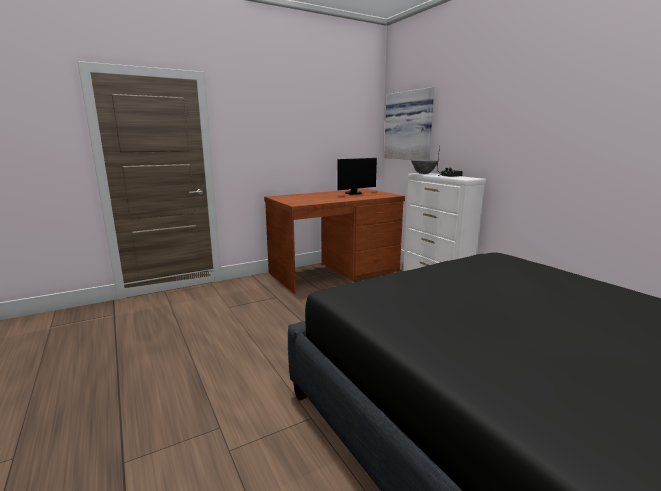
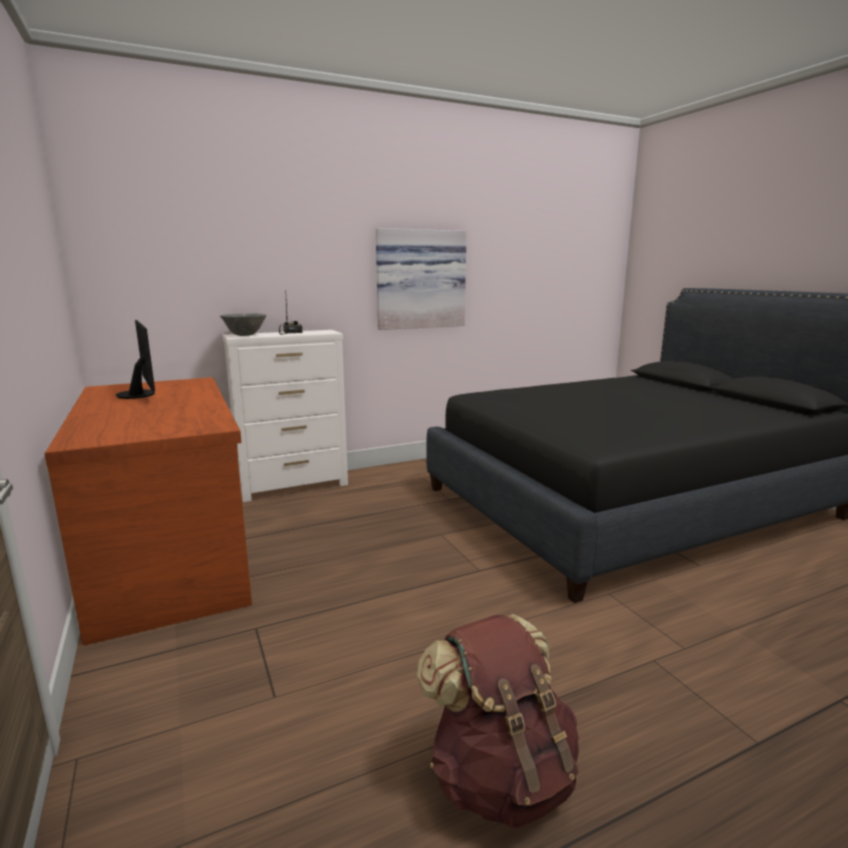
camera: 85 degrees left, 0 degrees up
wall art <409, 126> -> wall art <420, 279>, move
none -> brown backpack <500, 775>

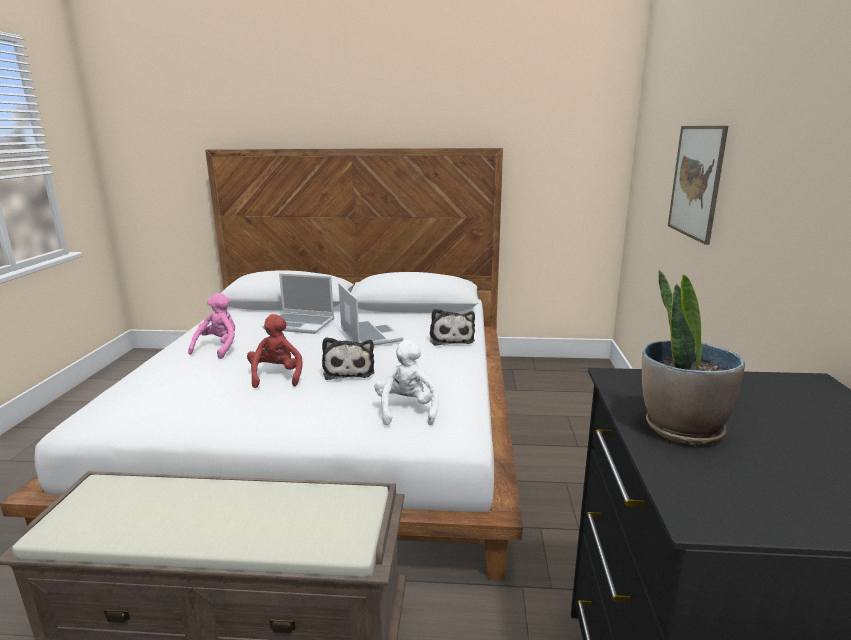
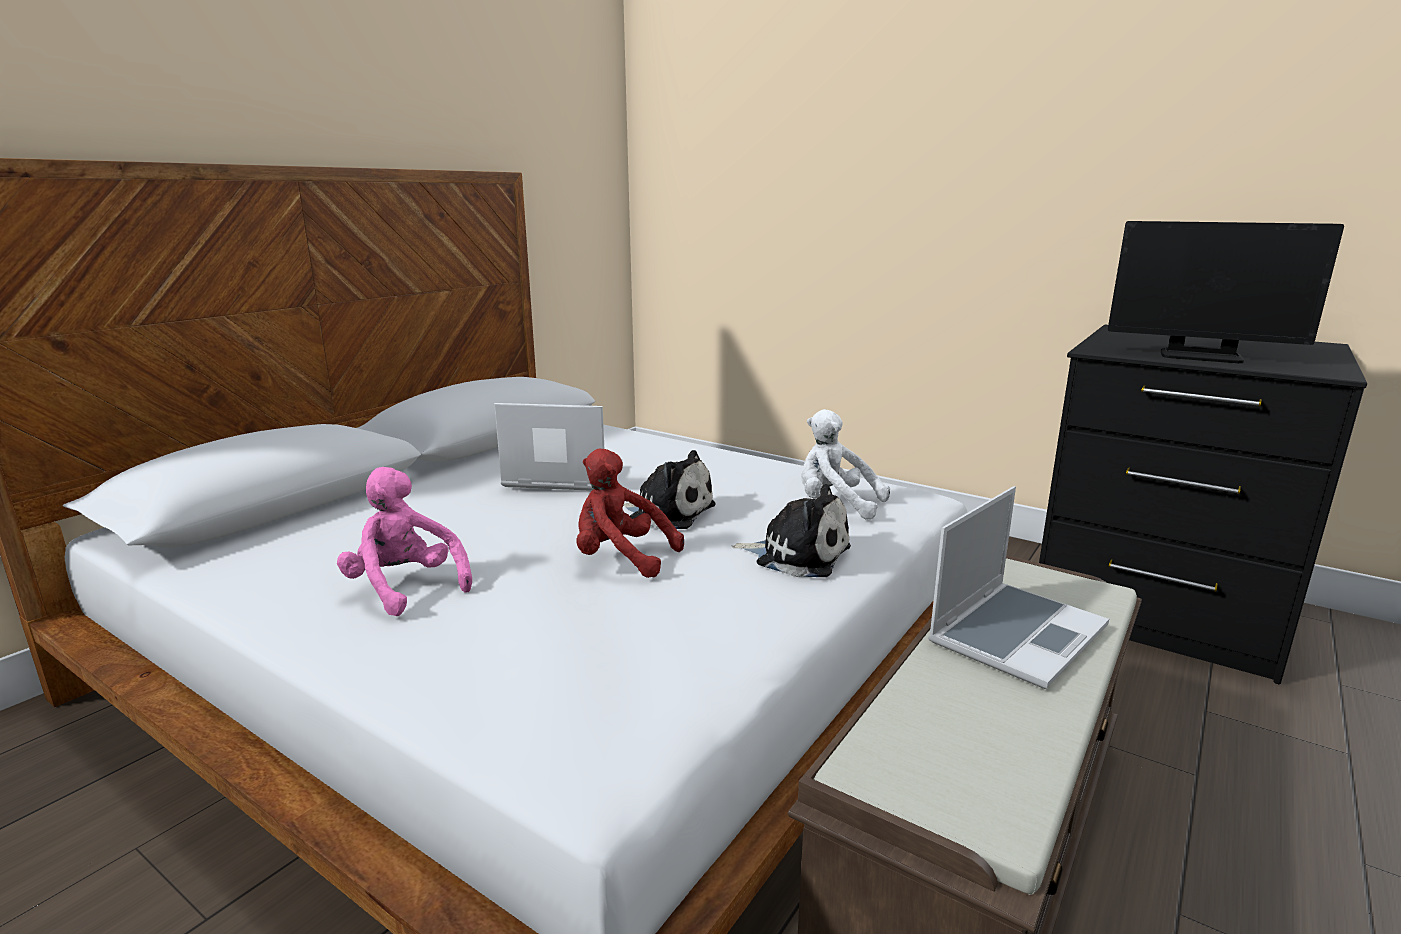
camera: 60 degrees left, 0 degrees up
portable computer <300, 324> -> portable computer <1016, 634>, move
soft toy <451, 338> -> soft toy <797, 555>, move
houseplant <680, 428> -> monitor <1200, 356>
wall art <696, 181> -> none

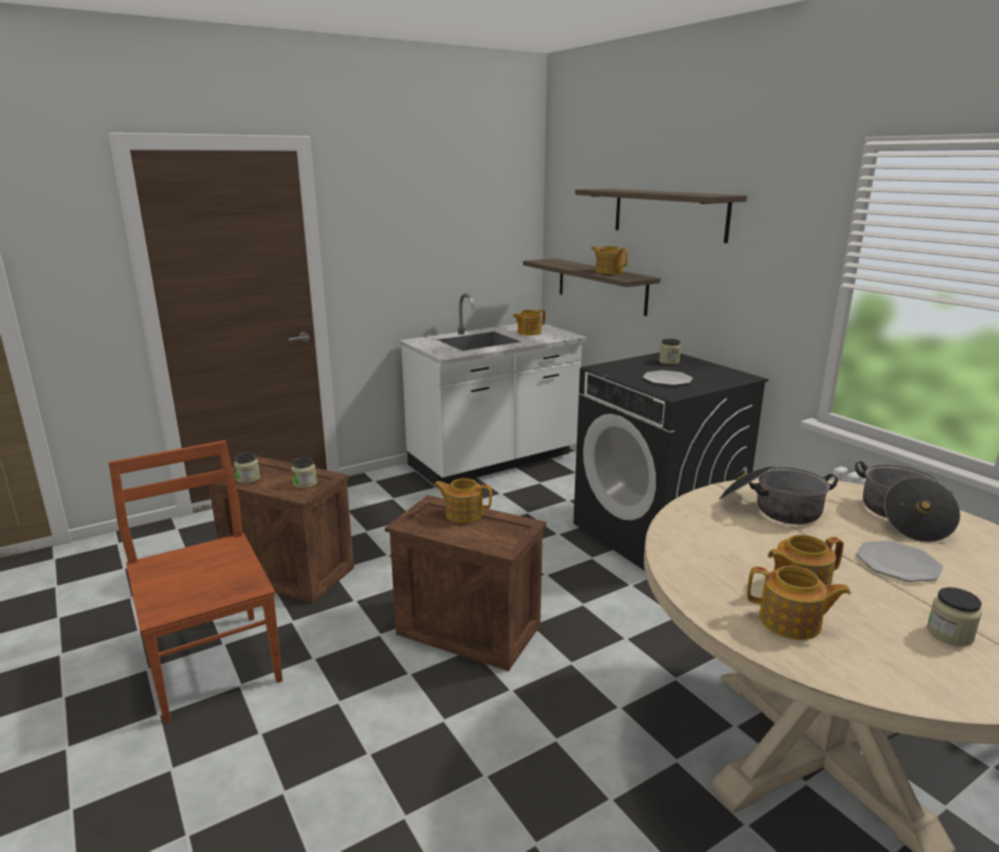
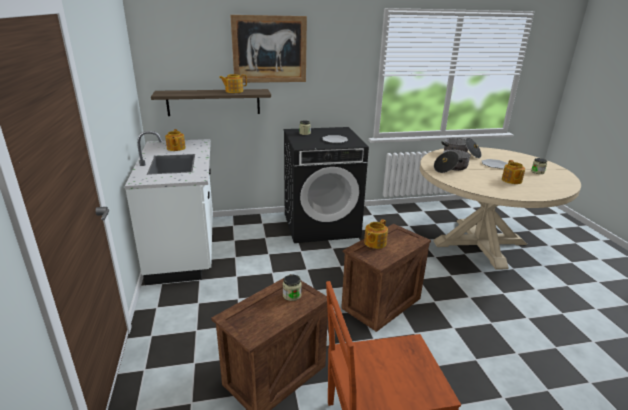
camera: 70 degrees left, 5 degrees up
storage jar <248, 478> -> none
bracket shelf <669, 214> -> wall art <269, 49>
tea pot <791, 622> -> none

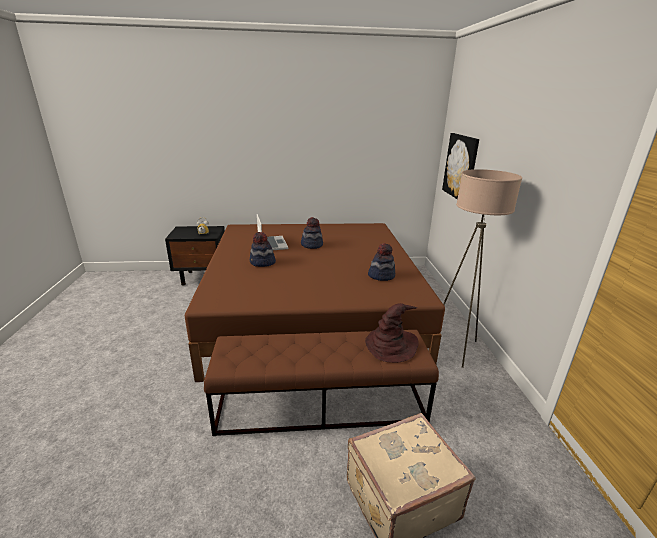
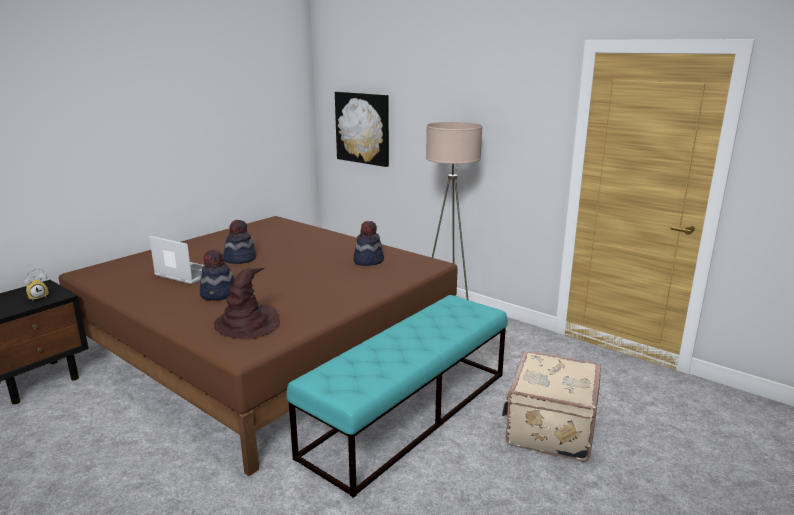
camera: 45 degrees left, 5 degrees down
brown indoor bench <321, 404> -> blue-green indoor bench <409, 412>
brown hat <391, 345> -> brown hat <248, 324>, move

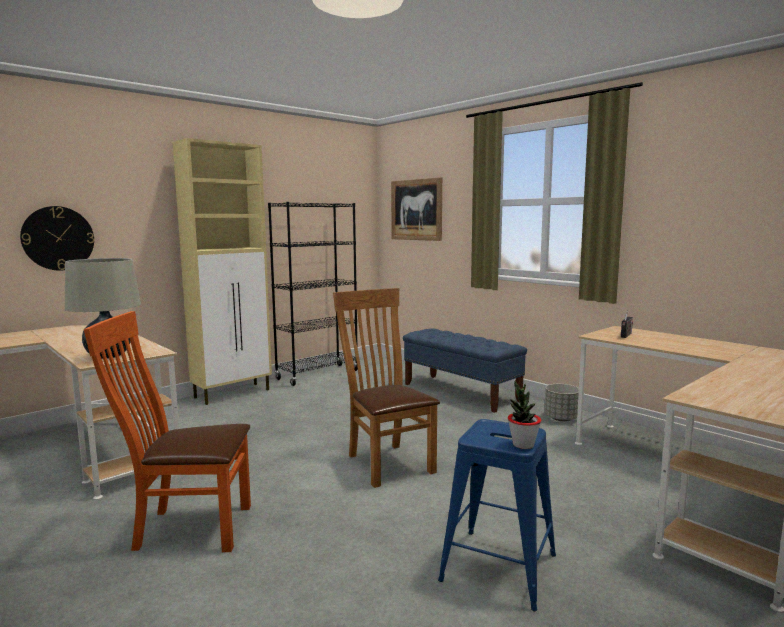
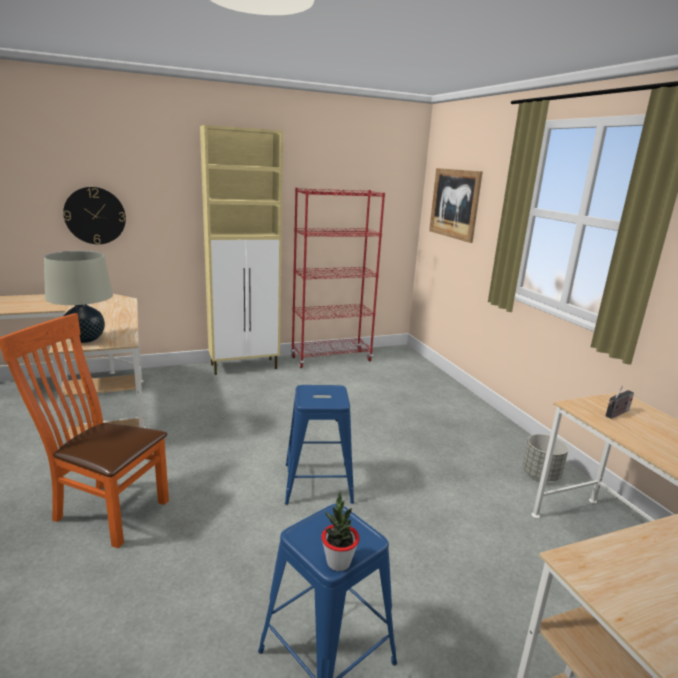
camera: 20 degrees right, 10 degrees up
black-coloured bookcase <317, 375> -> reddish bookcase <331, 359>
brown upright chair <386, 462> -> bluish stool <317, 483>
bluish indoor bench <461, 392> -> none

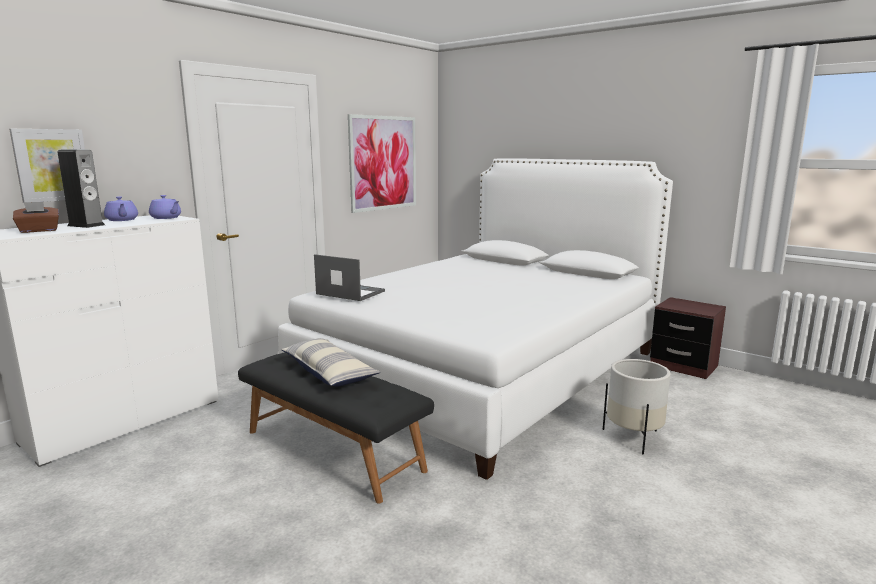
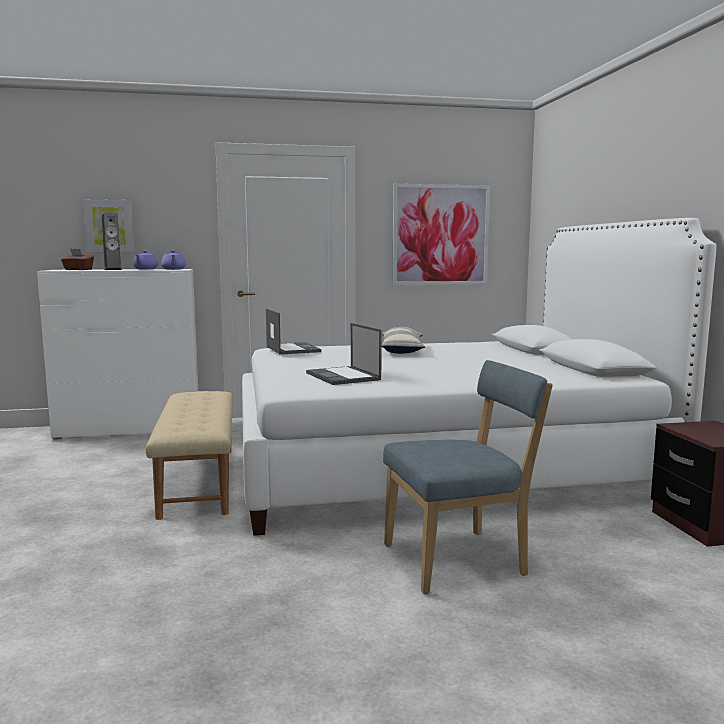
camera: 40 degrees right, 5 degrees down
black-coloured indoor bench <334, 450> -> sand-coloured indoor bench <199, 480>
cushion <329, 373> -> cushion <402, 350>, move
whitish plant pot <633, 437> -> bluish upright chair <460, 559>
none -> portable computer <343, 376>

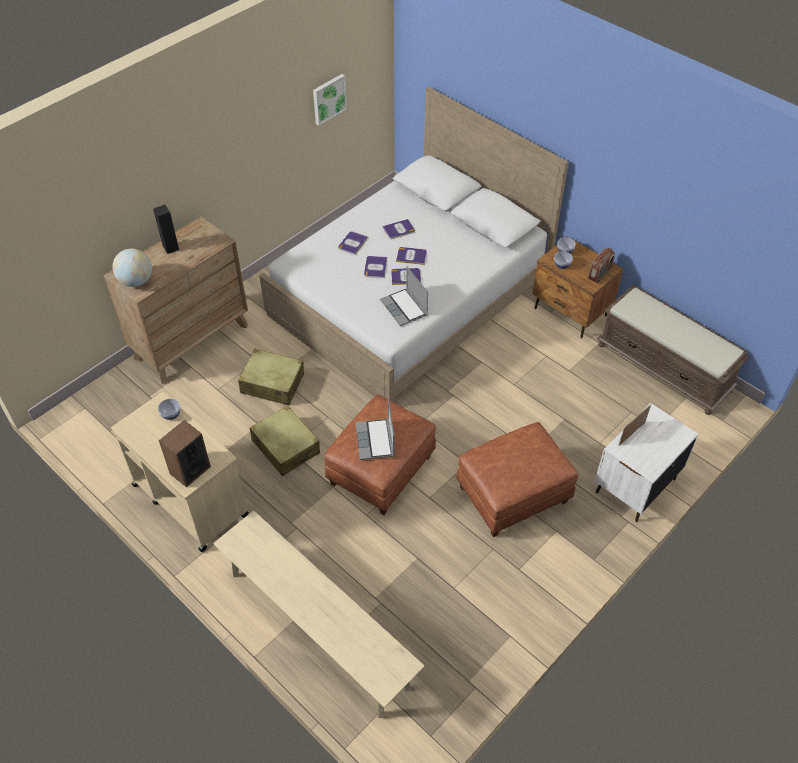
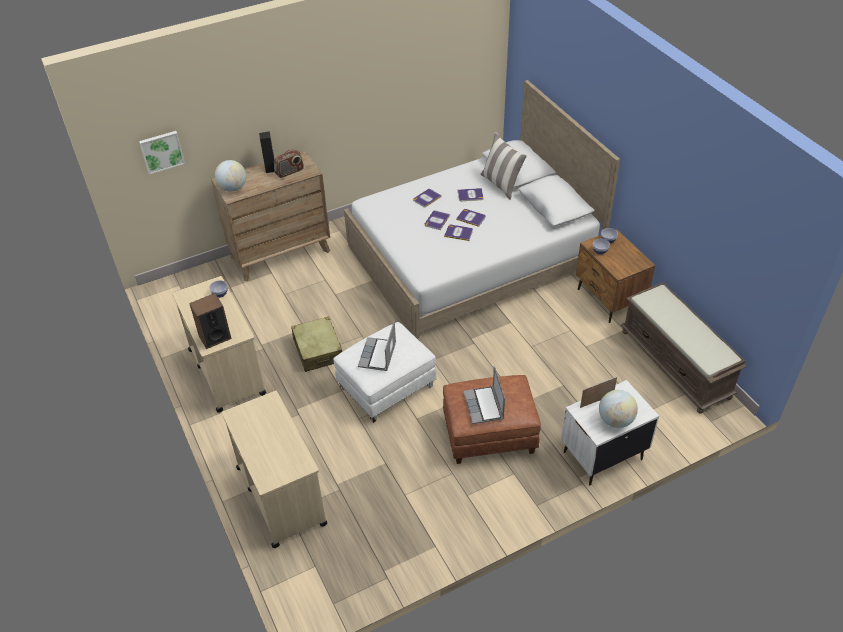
camera: 20 degrees right, 5 degrees down
sand-coloured indoor bench <318, 629> -> sand-coloured cart <281, 495>
sand-coloured travel case <272, 384> -> none
wall art <328, 98> -> wall art <161, 151>, move
brown ottoman <381, 471> -> whitish ottoman <386, 388>
portable computer <404, 308> -> portable computer <484, 406>, move
radio receiver <600, 273> -> radio receiver <289, 172>, move
none -> cushion <501, 184>
none -> desk globe <615, 420>

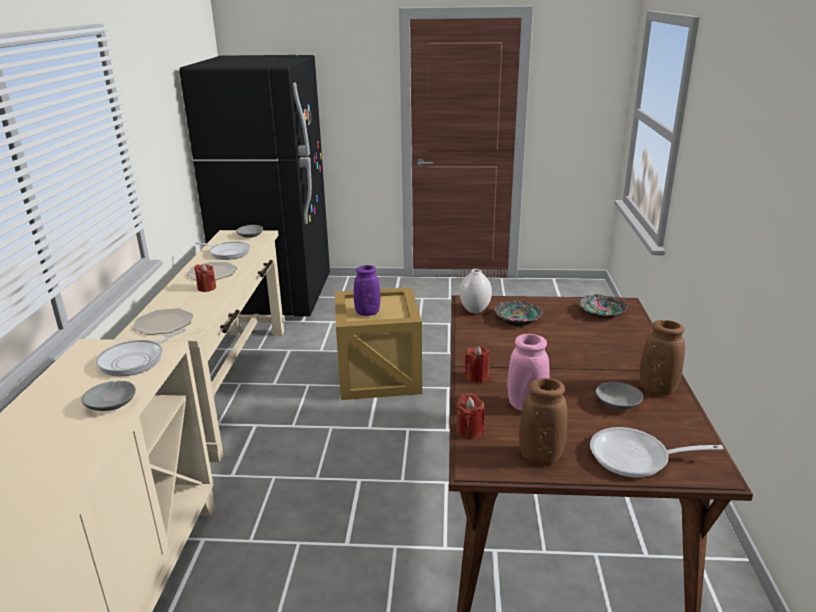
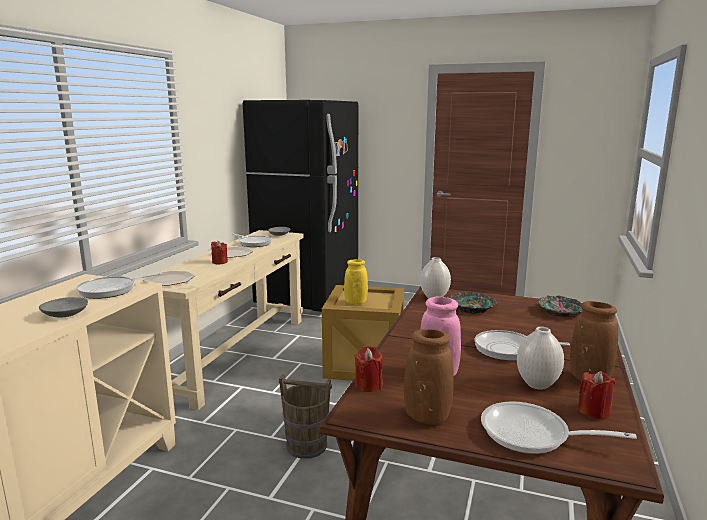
camera: 15 degrees right, 10 degrees down
purple-coloured vase <367, 313> -> yellow vase <356, 302>
reddish candle <477, 377> -> reddish candle <594, 411>, move
grey bowl <617, 403> -> whitish vase <537, 384>
none -> brown bucket <306, 446>
none -> pan <509, 349>

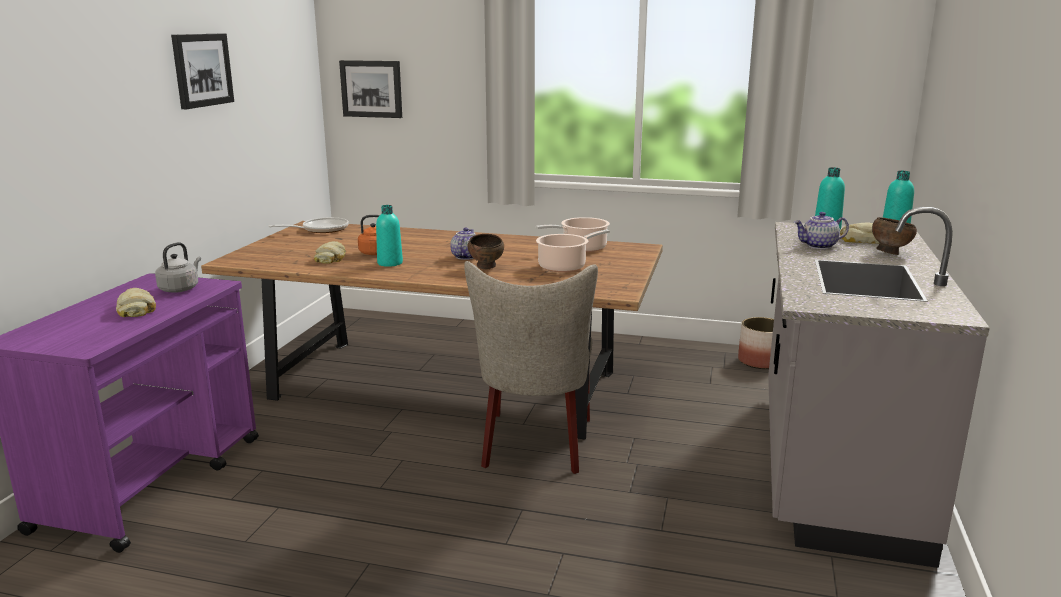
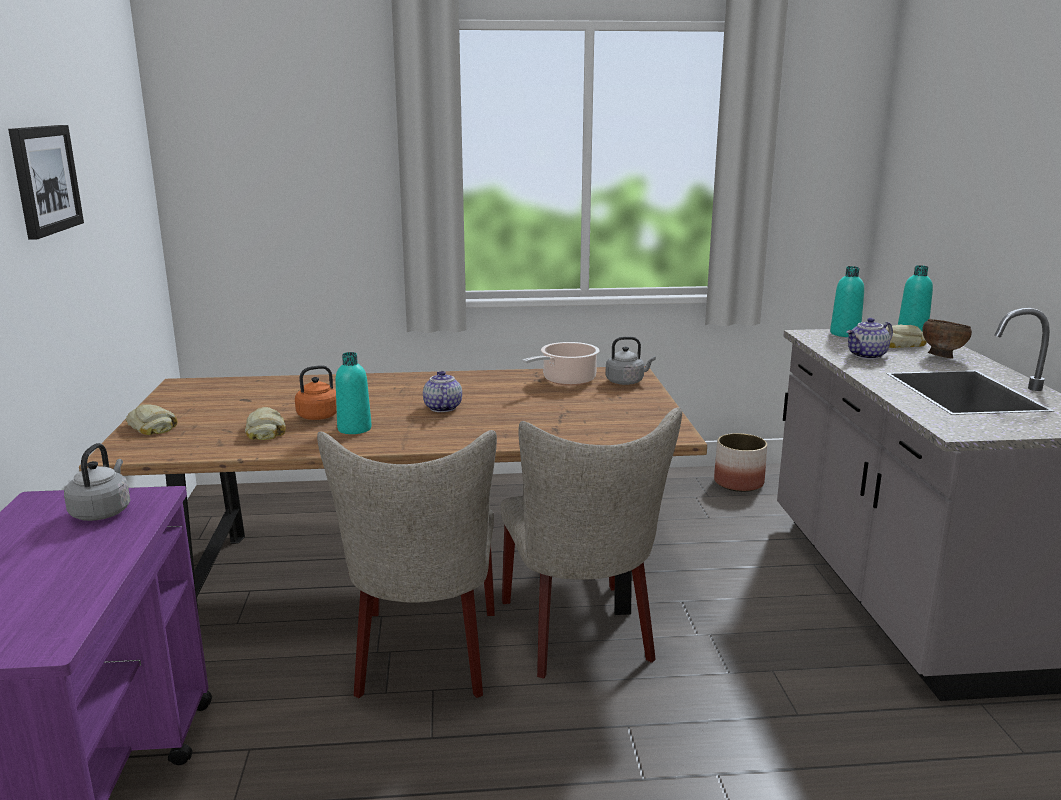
camera: 20 degrees left, 0 degrees up
baked bread <137, 309> -> baked bread <152, 426>, move
pan <321, 229> -> none
wall art <371, 89> -> none
brown bowl <487, 267> -> none
stockpot <565, 266> -> none
none -> sand-coloured upright chair <425, 658>
none -> grey kettle <626, 382>

